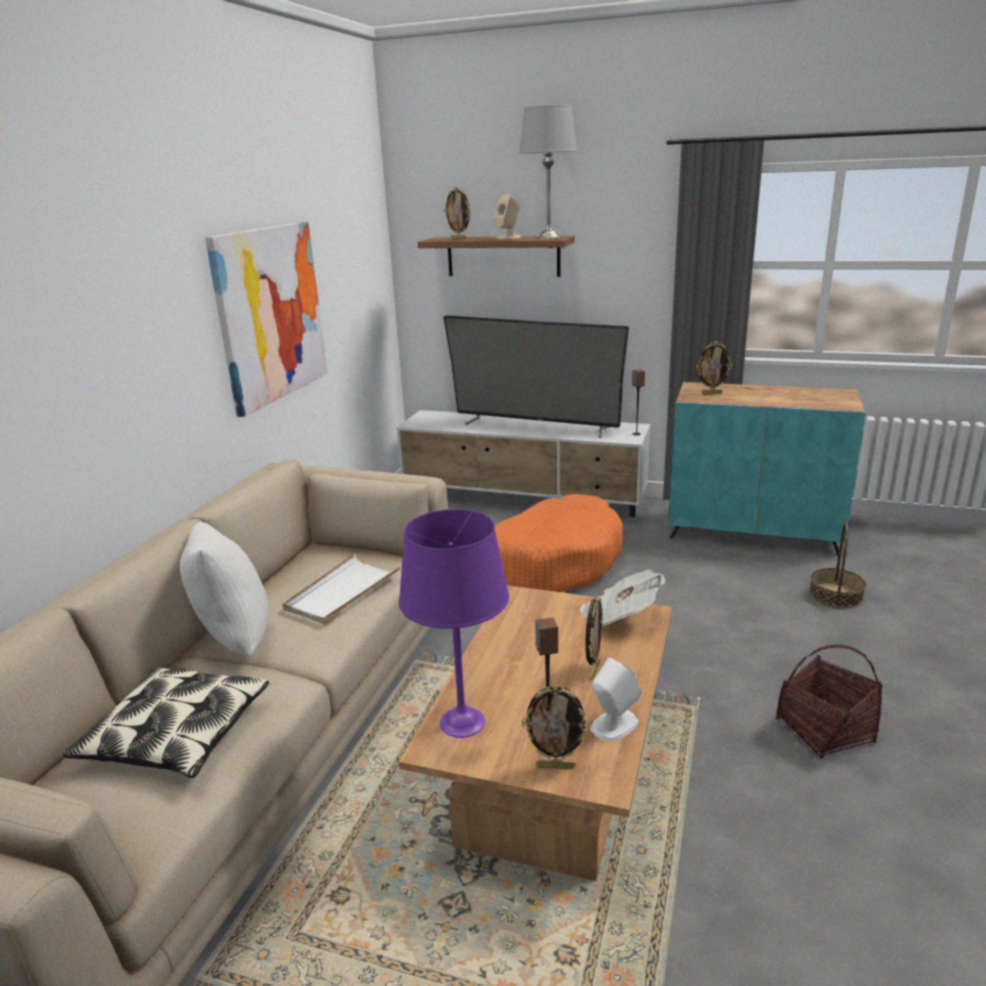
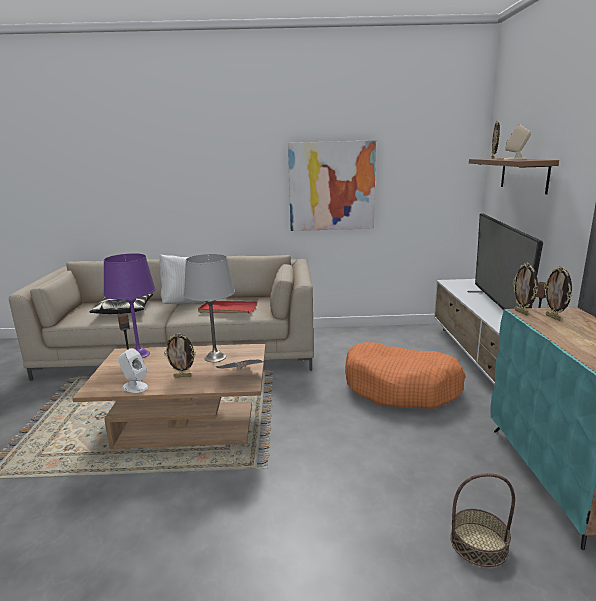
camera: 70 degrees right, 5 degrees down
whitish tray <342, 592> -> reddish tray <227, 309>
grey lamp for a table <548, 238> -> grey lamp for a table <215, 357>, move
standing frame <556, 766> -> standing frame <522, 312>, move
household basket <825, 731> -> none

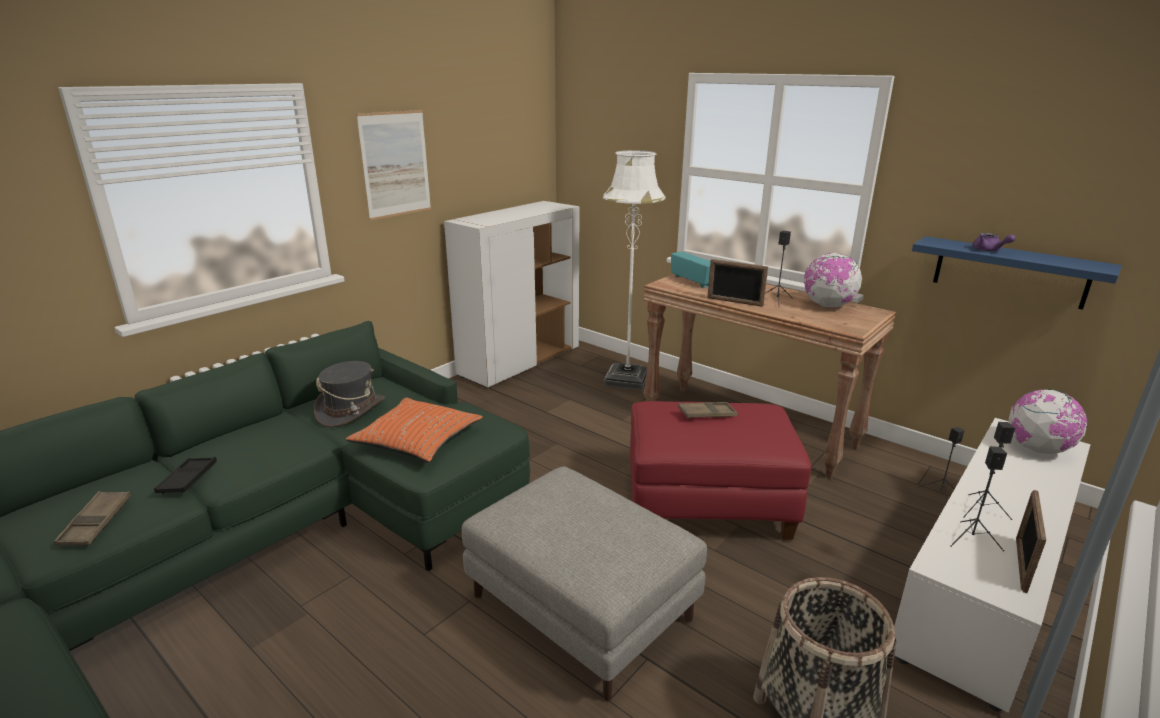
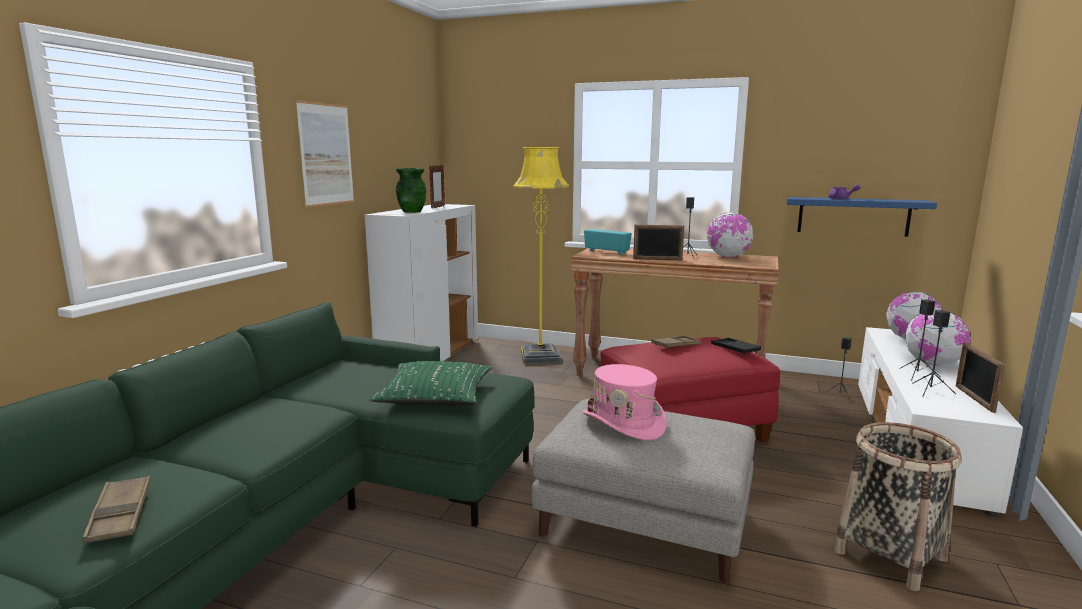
camera: 20 degrees left, 10 degrees down
black-coloured tray <188, 479> -> black-coloured tray <734, 349>, move
grey hat <351, 410> -> none
orange cushion <417, 440> -> greenish cushion <435, 396>
whitish standard lamp <627, 379> -> yellow standard lamp <540, 357>
none -> greenish vase <412, 211>
none -> standing frame <437, 207>
none -> pink-coloured hat <624, 423>
none -> desk globe <933, 364>

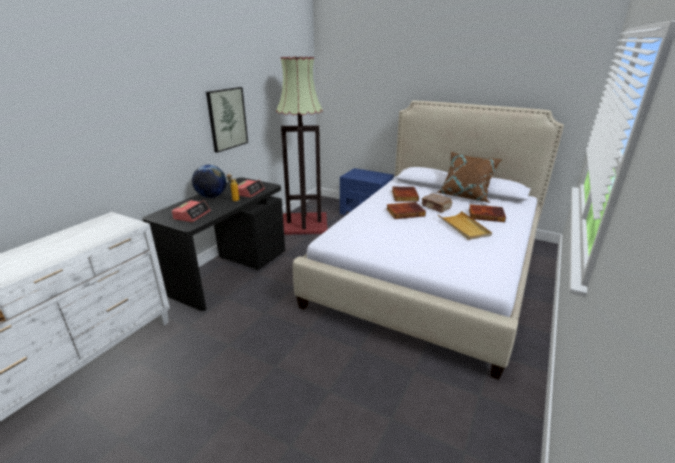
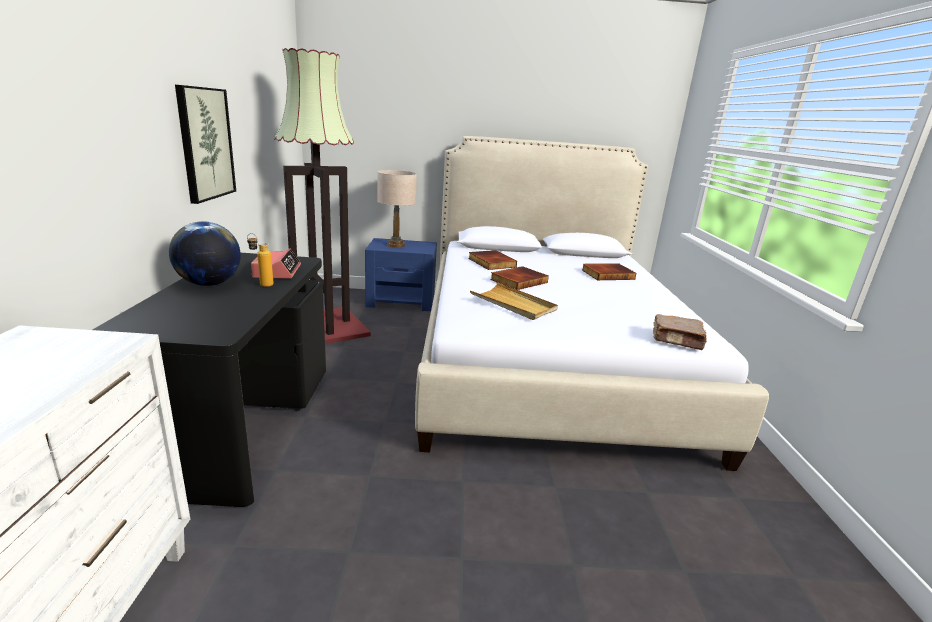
camera: 30 degrees left, 5 degrees down
bedside clock <192, 215> -> none
brown bound book <436, 207> -> brown bound book <677, 340>, move
brown cushion <465, 196> -> none
sand-coloured tray <463, 227> -> sand-coloured tray <513, 304>, move
none -> sand-coloured lamp for a table <396, 245>

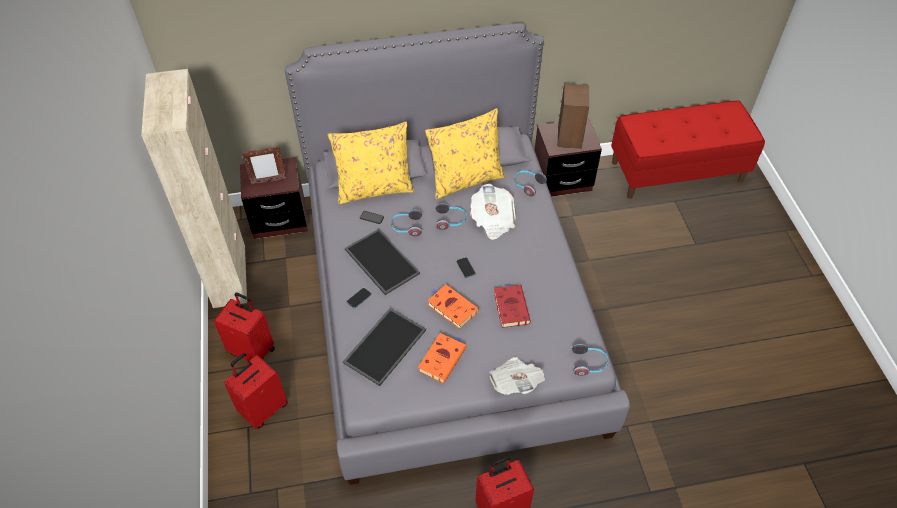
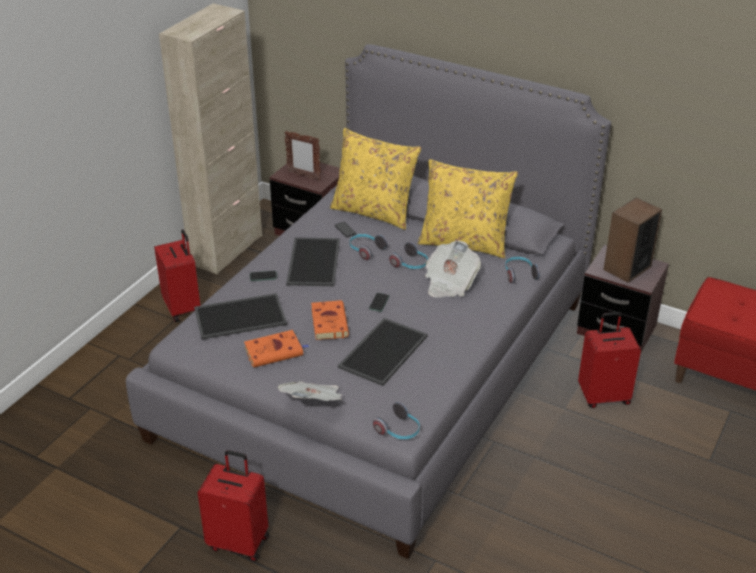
camera: 40 degrees right, 15 degrees down
reddish travel case <263, 408> -> reddish travel case <603, 396>, move
reddish bound book <510, 307> -> tray <382, 350>

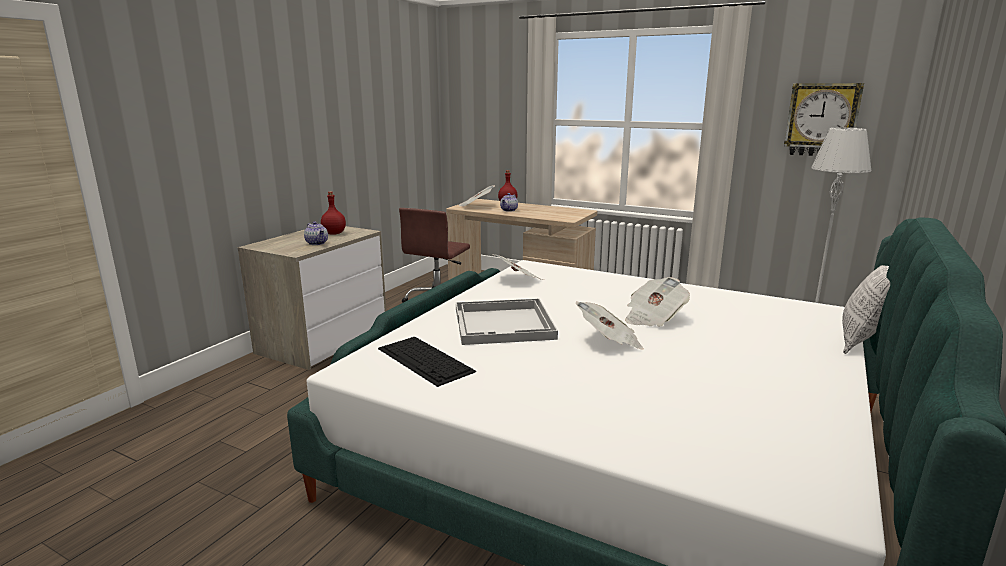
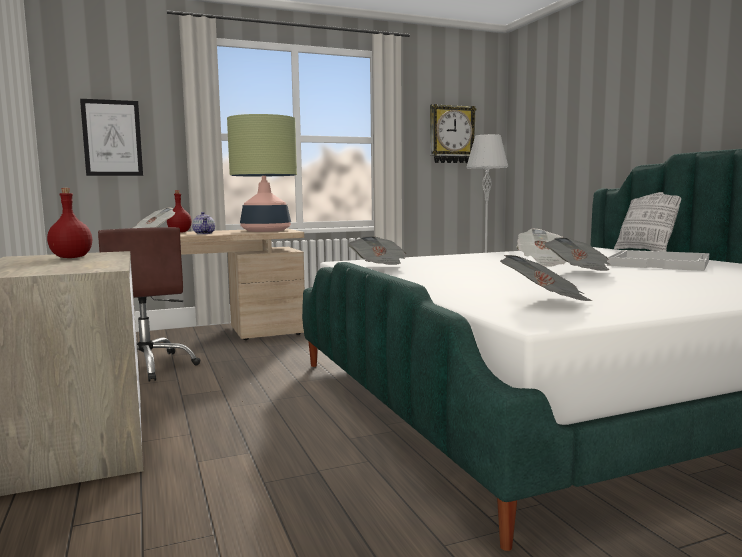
camera: 50 degrees left, 10 degrees down
tea pot <317, 243> -> none
computer keyboard <426, 360> -> printed paper <546, 303>
whitish tray <504, 324> -> whitish tray <660, 263>, move
none -> wall art <112, 138>
none -> lamp for a table <265, 230>

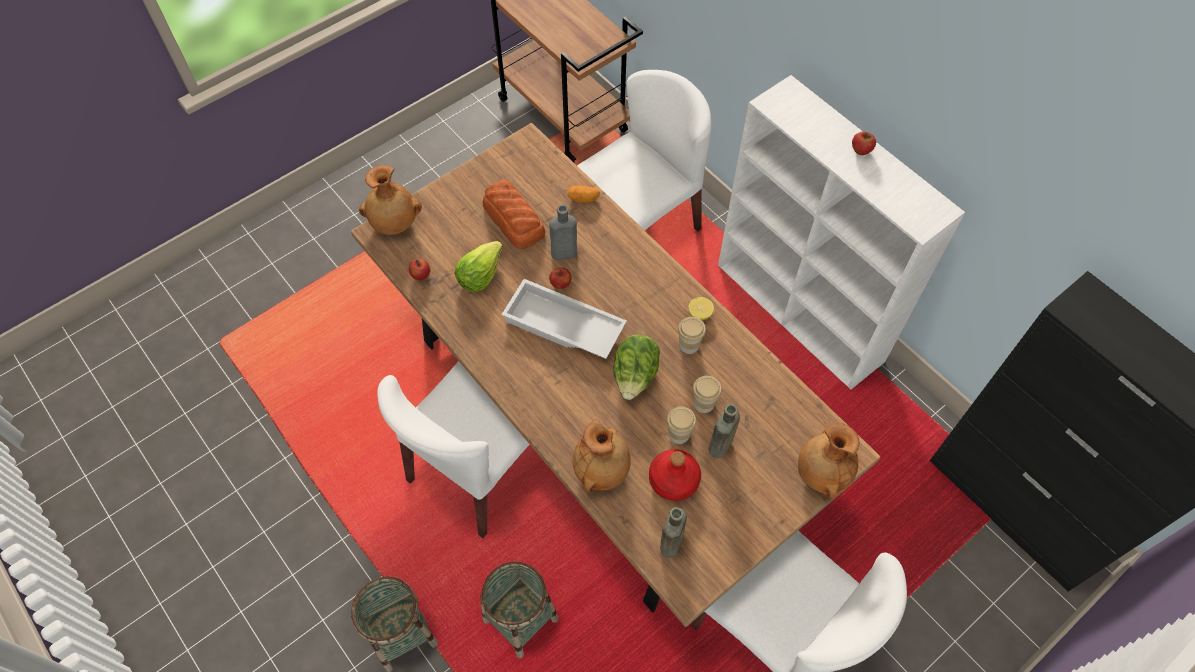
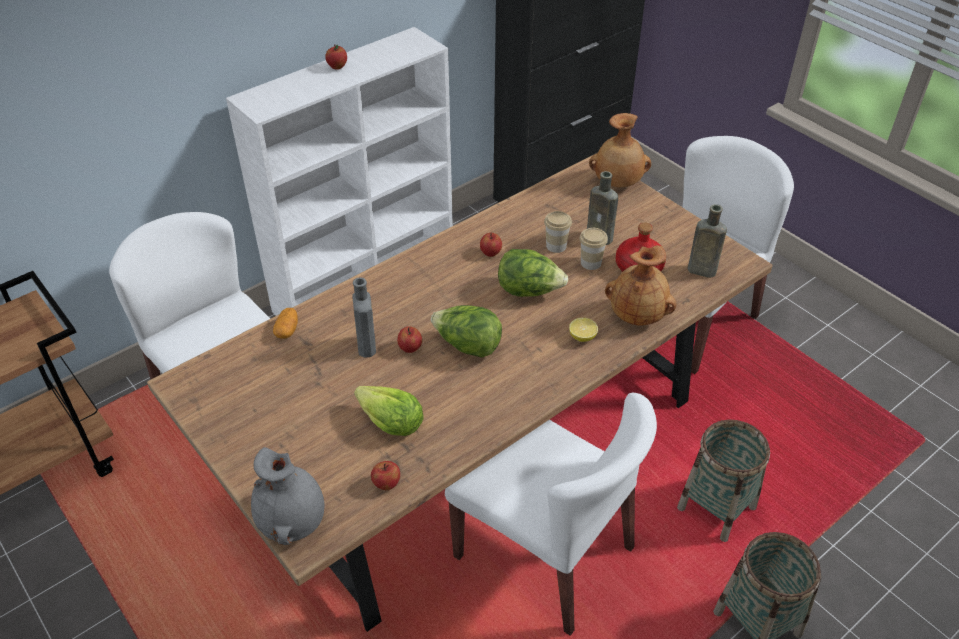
camera: 90 degrees left, 15 degrees down
brown vase <394, 223> -> grey vase <293, 522>
baked bread <514, 220> -> none
whitish tray <562, 326> -> head of lettuce <468, 346>
cup <689, 345> -> whole apple <490, 253>
lemon <700, 314> -> lemon <582, 337>, move

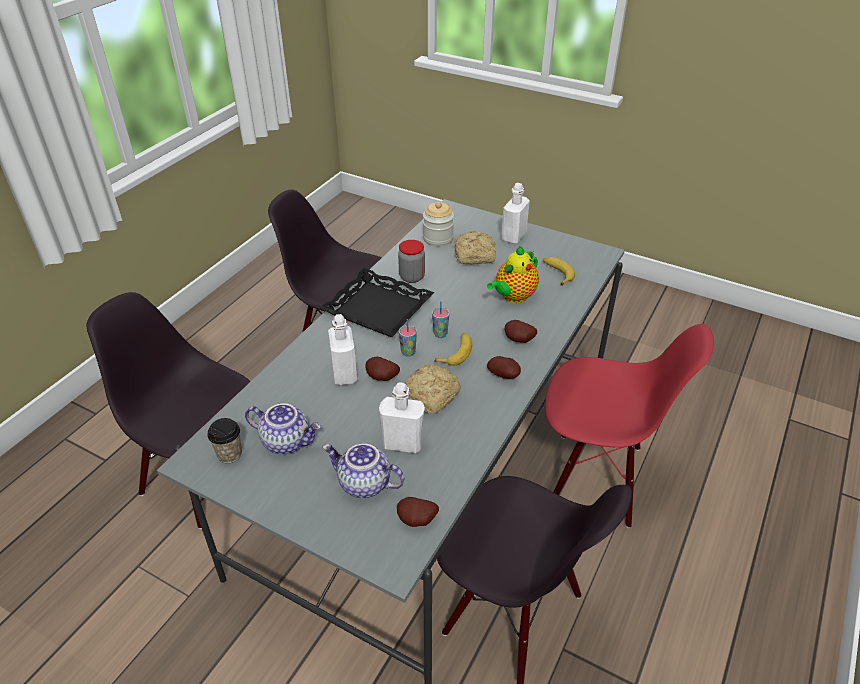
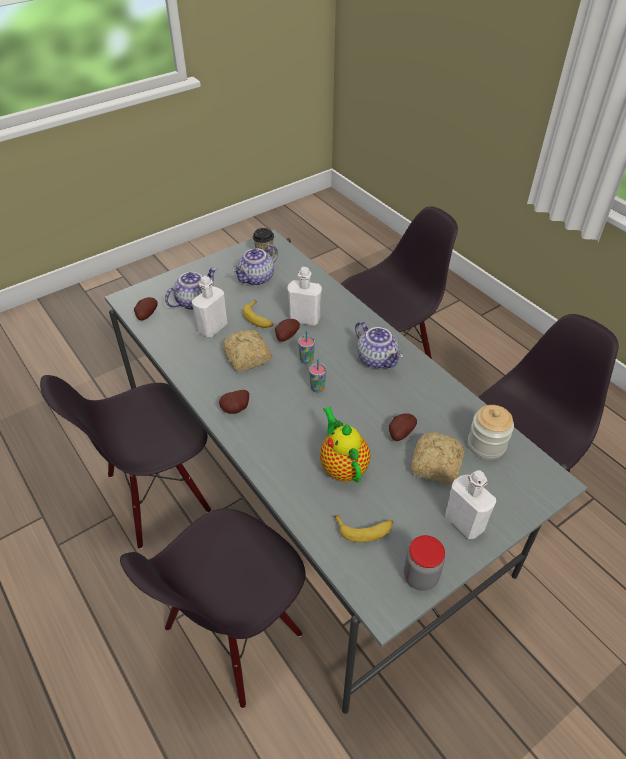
camera: 115 degrees right, 5 degrees up
black-coloured tray <377, 309> -> tea pot <377, 359>
storage jar <412, 277> -> storage jar <420, 576>, move
banana <456, 352> -> banana <259, 318>, move
whole potato <518, 340> -> whole potato <399, 433>, move
reddish upright chair <596, 477> -> black-coloured upright chair <234, 634>

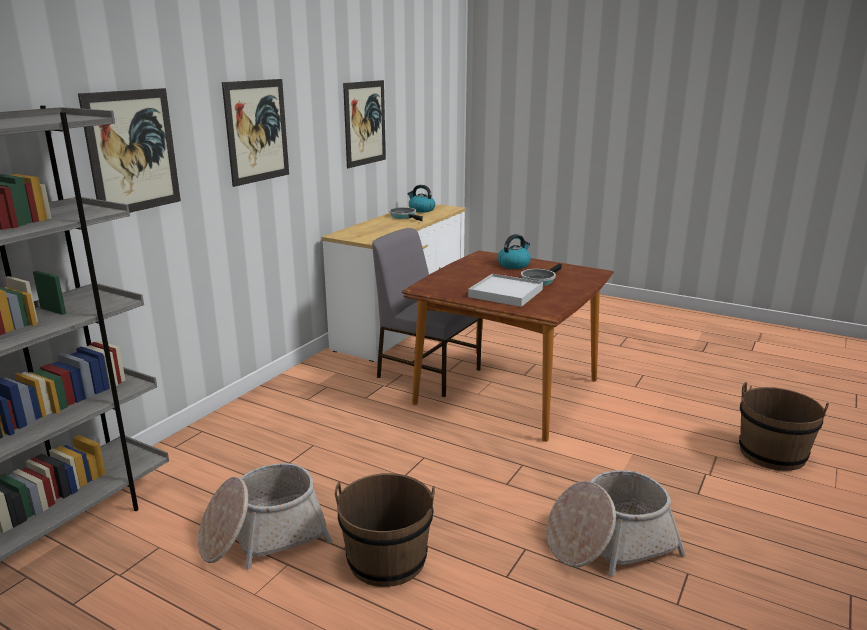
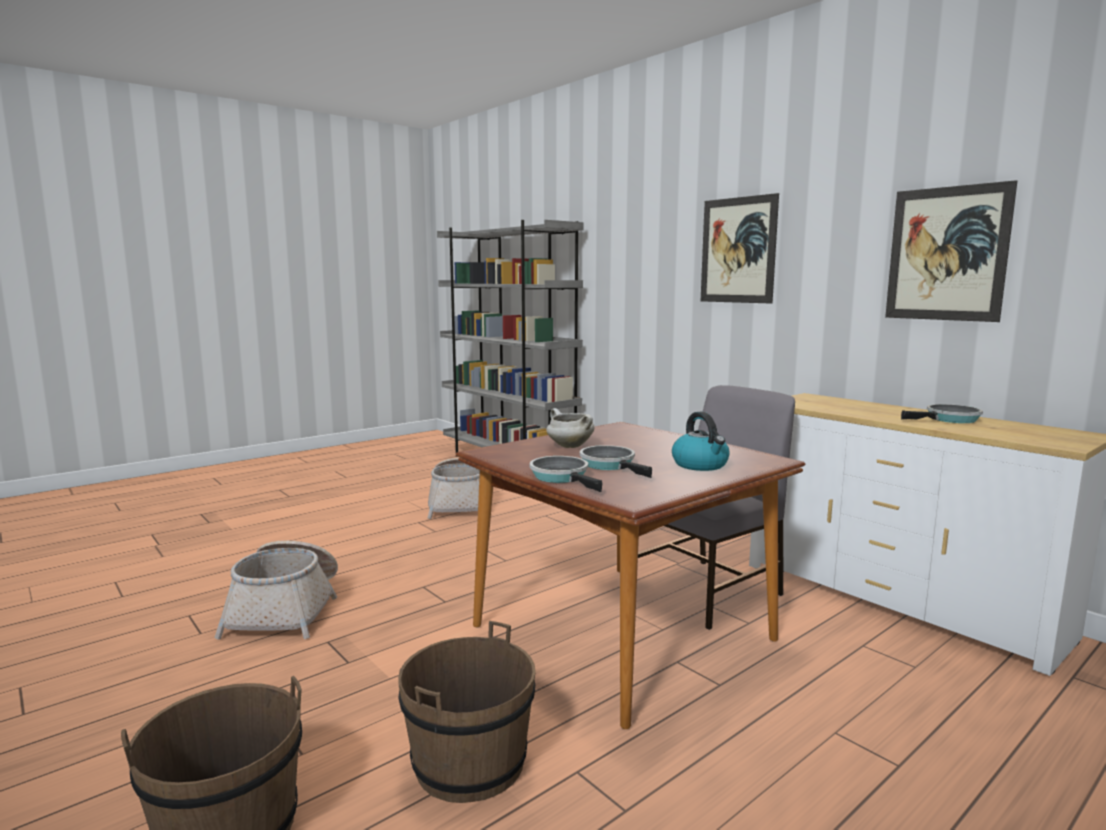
camera: 110 degrees right, 10 degrees down
wall art <132, 151> -> none
brown bucket <387, 560> -> brown bucket <469, 762>, move
kettle <421, 210> -> none
whitish tray <506, 293> -> whitish stockpot <569, 446>
none -> pan <562, 477>

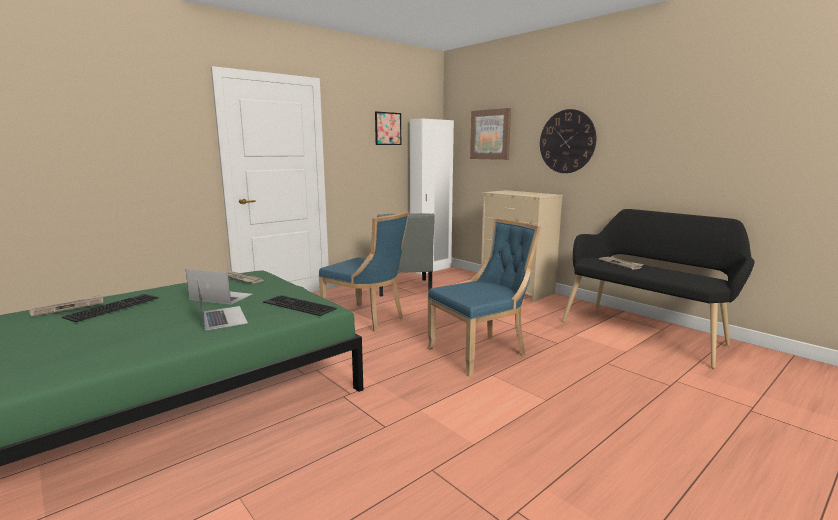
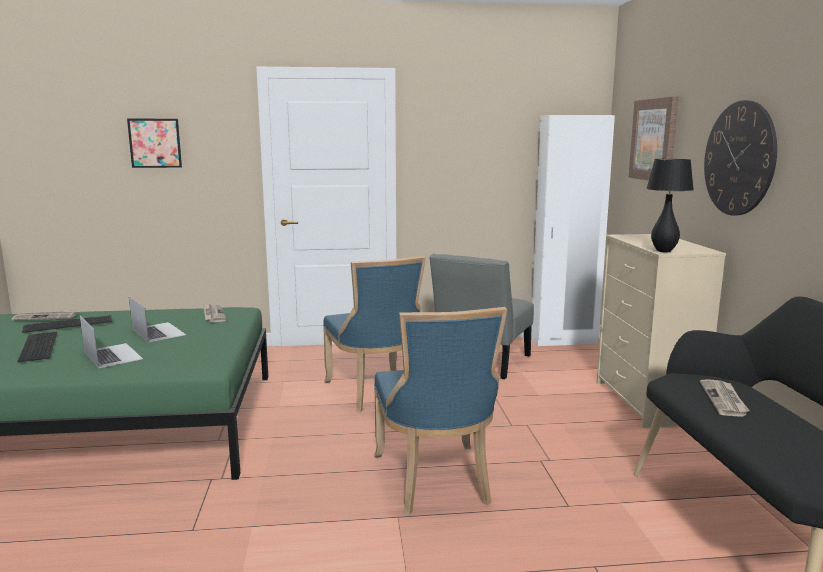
camera: 35 degrees right, 0 degrees up
portable computer <223, 317> -> portable computer <112, 355>, 45 degrees counterclockwise
computer keyboard <297, 306> -> computer keyboard <36, 346>, move
wall art <388, 128> -> wall art <155, 143>, move
bluish upright chair <481, 352> -> bluish upright chair <435, 481>, 75 degrees clockwise
none -> black-coloured lamp for a table <664, 251>

